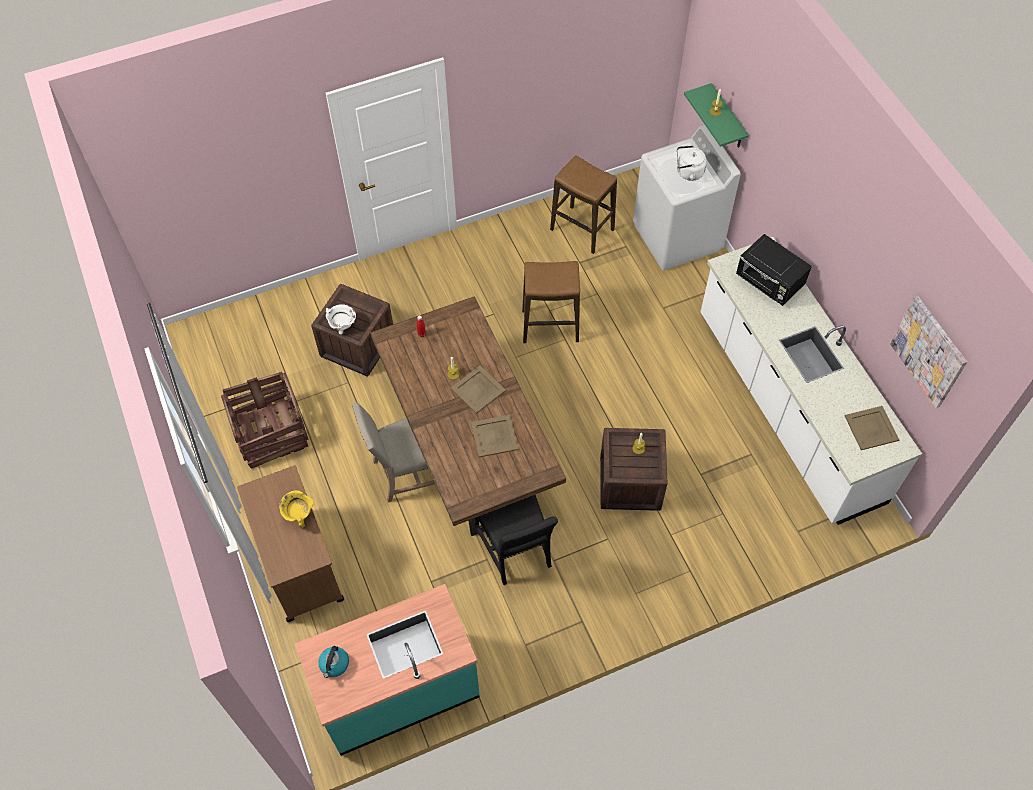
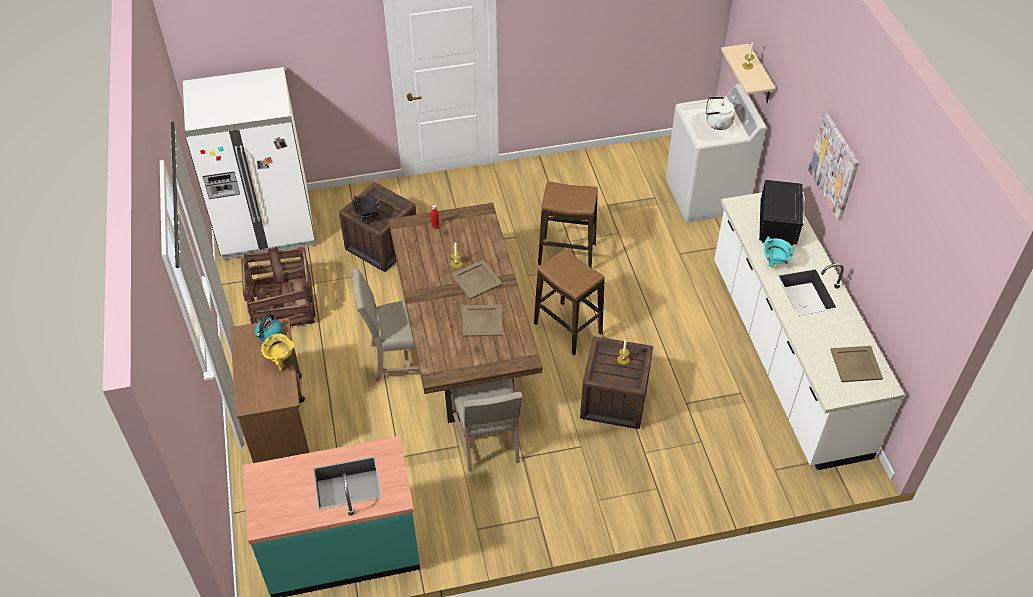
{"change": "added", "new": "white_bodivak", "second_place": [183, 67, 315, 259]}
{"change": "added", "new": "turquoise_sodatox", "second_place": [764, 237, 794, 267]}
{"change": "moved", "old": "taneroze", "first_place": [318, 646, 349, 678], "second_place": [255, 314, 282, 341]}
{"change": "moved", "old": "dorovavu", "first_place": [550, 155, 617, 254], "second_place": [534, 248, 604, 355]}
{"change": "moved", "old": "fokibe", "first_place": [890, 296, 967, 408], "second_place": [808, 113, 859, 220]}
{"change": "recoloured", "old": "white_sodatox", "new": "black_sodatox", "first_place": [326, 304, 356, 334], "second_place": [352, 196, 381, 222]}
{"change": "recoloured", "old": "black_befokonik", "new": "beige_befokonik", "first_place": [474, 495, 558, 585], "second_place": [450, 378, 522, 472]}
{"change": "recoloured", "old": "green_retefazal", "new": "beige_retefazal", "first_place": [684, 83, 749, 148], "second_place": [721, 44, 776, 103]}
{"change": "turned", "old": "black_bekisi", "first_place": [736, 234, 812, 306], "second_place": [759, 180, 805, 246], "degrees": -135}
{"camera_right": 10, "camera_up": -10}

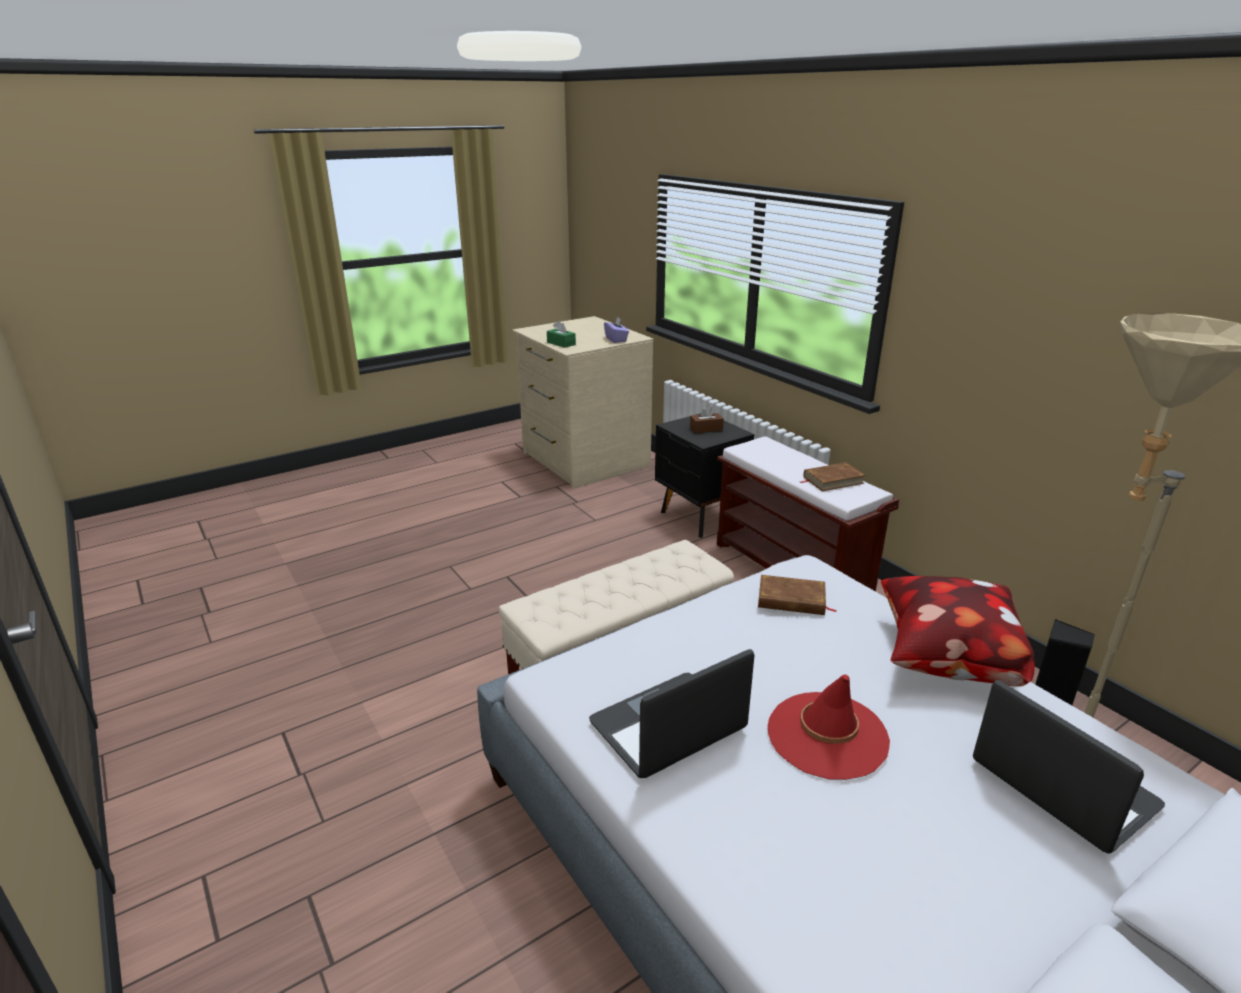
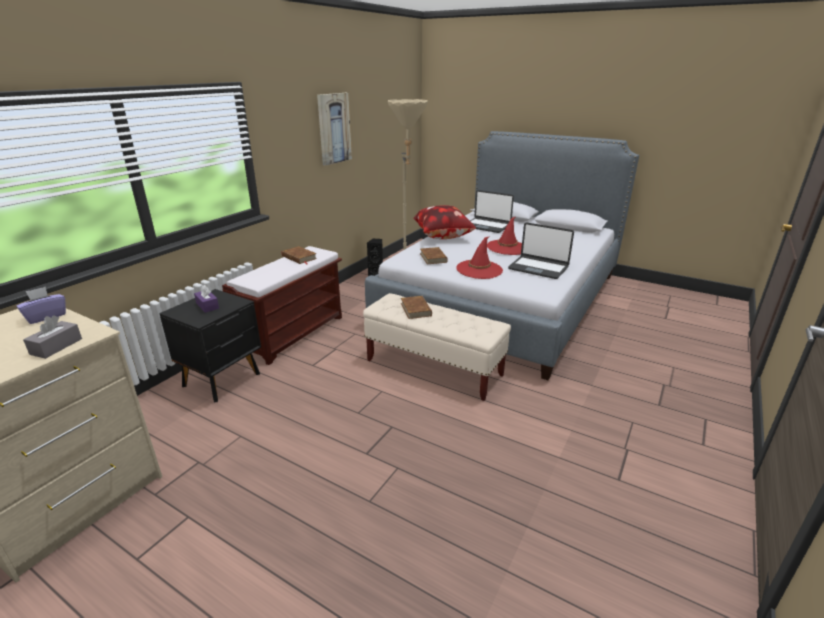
{"change": "added", "new": "fokibe", "second_place": [317, 93, 352, 166]}
{"change": "added", "new": "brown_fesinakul", "second_place": [401, 296, 432, 319]}
{"change": "added", "new": "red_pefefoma", "second_place": [457, 236, 503, 279]}
{"change": "recoloured", "old": "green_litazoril", "new": "grey_litazoril", "first_place": [547, 321, 576, 348], "second_place": [23, 316, 82, 359]}
{"change": "recoloured", "old": "brown_litazoril", "new": "purple_litazoril", "first_place": [690, 405, 724, 433], "second_place": [194, 285, 219, 313]}
{"change": "turned", "old": "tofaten", "first_place": [973, 680, 1165, 854], "second_place": [470, 190, 514, 233], "degrees": -90}
{"camera_right": -115, "camera_up": 0}

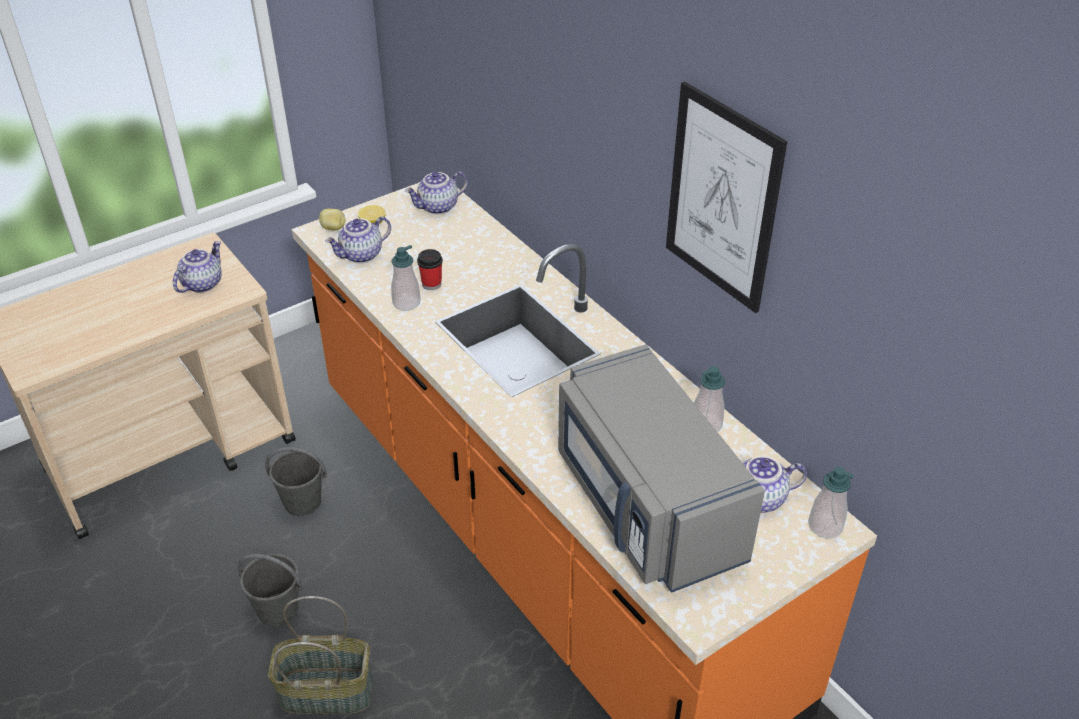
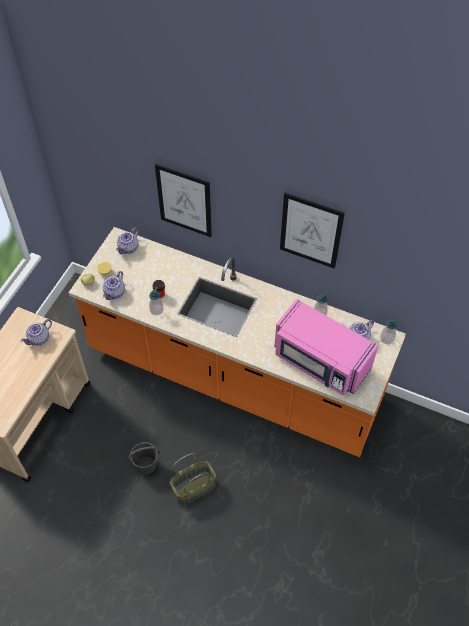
{"change": "removed", "old": "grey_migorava", "first_place": [265, 447, 327, 516]}
{"change": "added", "new": "fokibe", "second_place": [155, 164, 212, 237]}
{"change": "recoloured", "old": "grey_bekisi", "new": "pink_bekisi", "first_place": [558, 344, 765, 593], "second_place": [274, 299, 378, 396]}
{"change": "turned", "old": "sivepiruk", "first_place": [173, 241, 222, 293], "second_place": [21, 319, 52, 346], "degrees": -135}
{"camera_right": -30, "camera_up": 15}

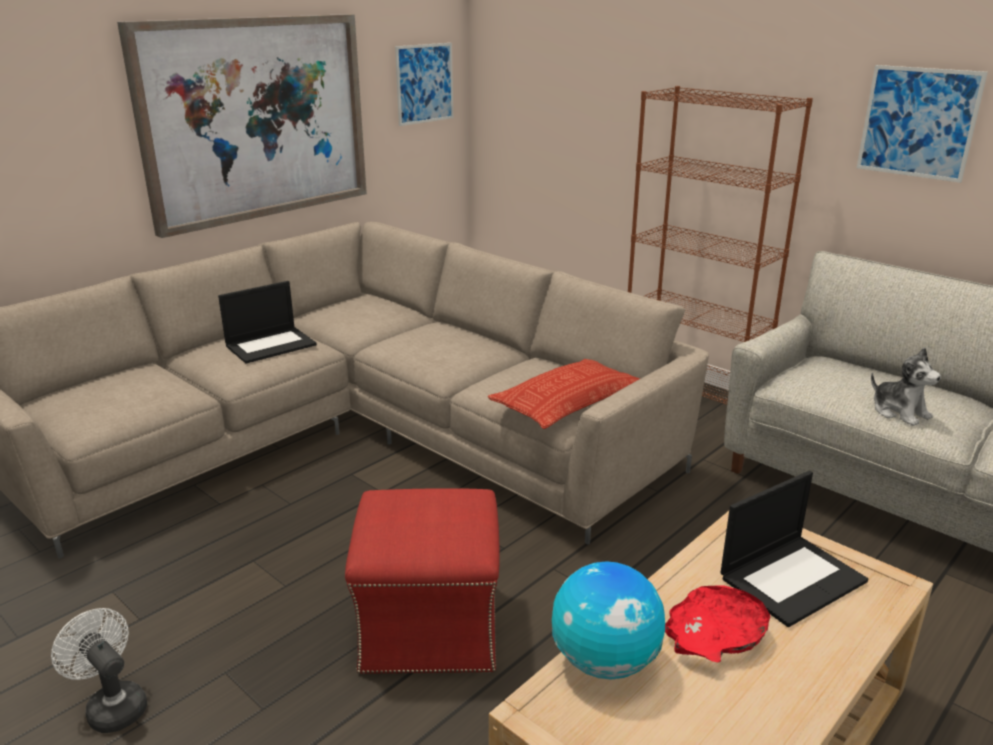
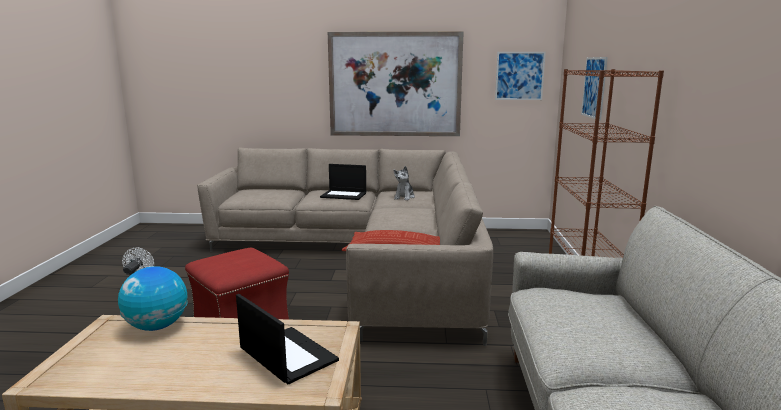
{"change": "removed", "old": "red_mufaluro", "first_place": [665, 585, 770, 663]}
{"change": "moved", "old": "fokibe", "first_place": [857, 65, 988, 183], "second_place": [581, 57, 608, 120]}
{"change": "moved", "old": "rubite", "first_place": [871, 347, 941, 426], "second_place": [393, 166, 415, 200]}
{"change": "turned", "old": "tofaten", "first_place": [720, 471, 868, 627], "second_place": [236, 294, 339, 385], "degrees": -150}
{"camera_right": 50, "camera_up": -10}

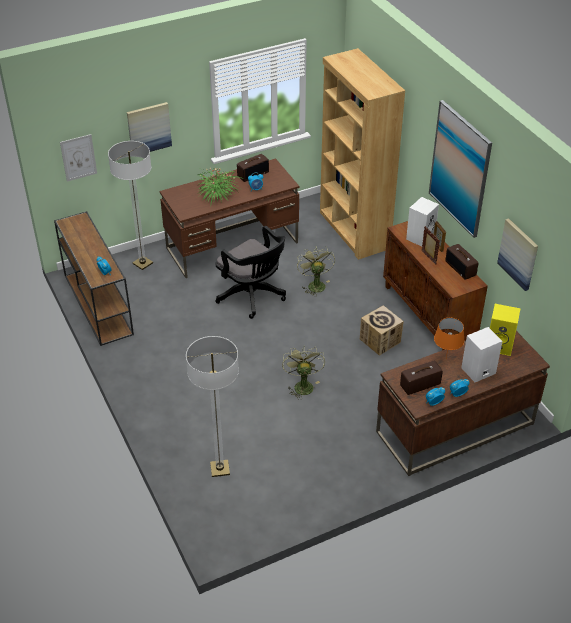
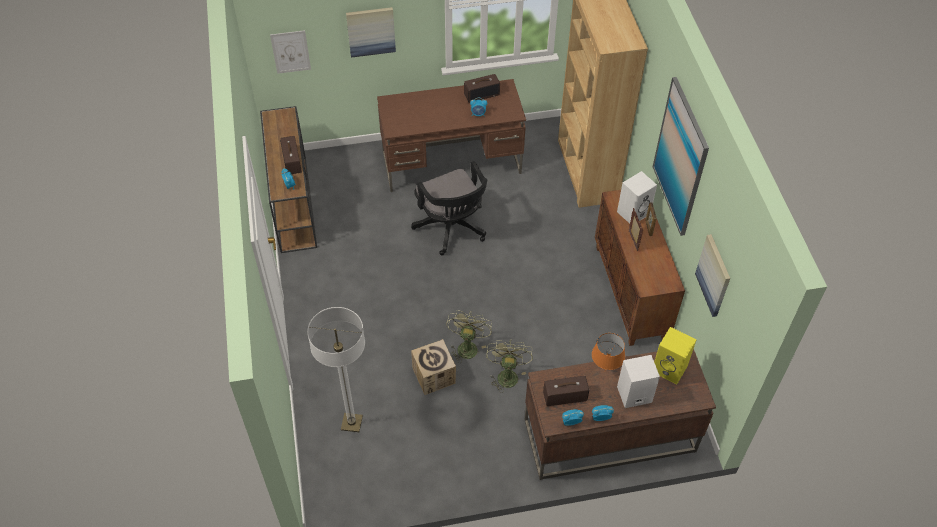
{"change": "removed", "old": "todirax", "first_place": [108, 141, 153, 270]}
{"change": "removed", "old": "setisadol", "first_place": [198, 168, 241, 204]}
{"change": "moved", "old": "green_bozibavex", "first_place": [297, 247, 335, 295], "second_place": [486, 339, 533, 393]}
{"change": "moved", "old": "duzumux", "first_place": [360, 305, 404, 356], "second_place": [411, 339, 456, 395]}
{"change": "moved", "old": "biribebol", "first_place": [445, 244, 478, 280], "second_place": [280, 136, 302, 174]}
{"camera_right": 15, "camera_up": 10}

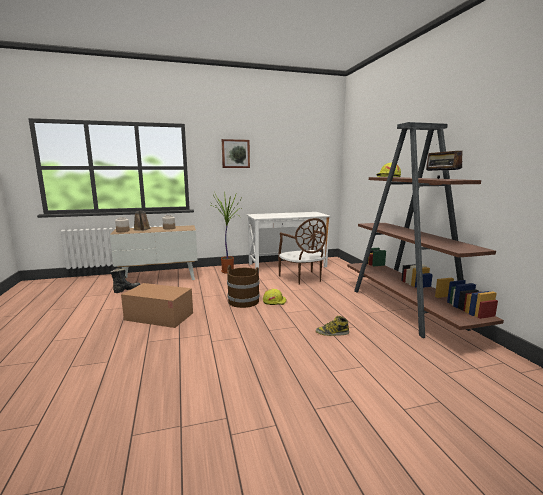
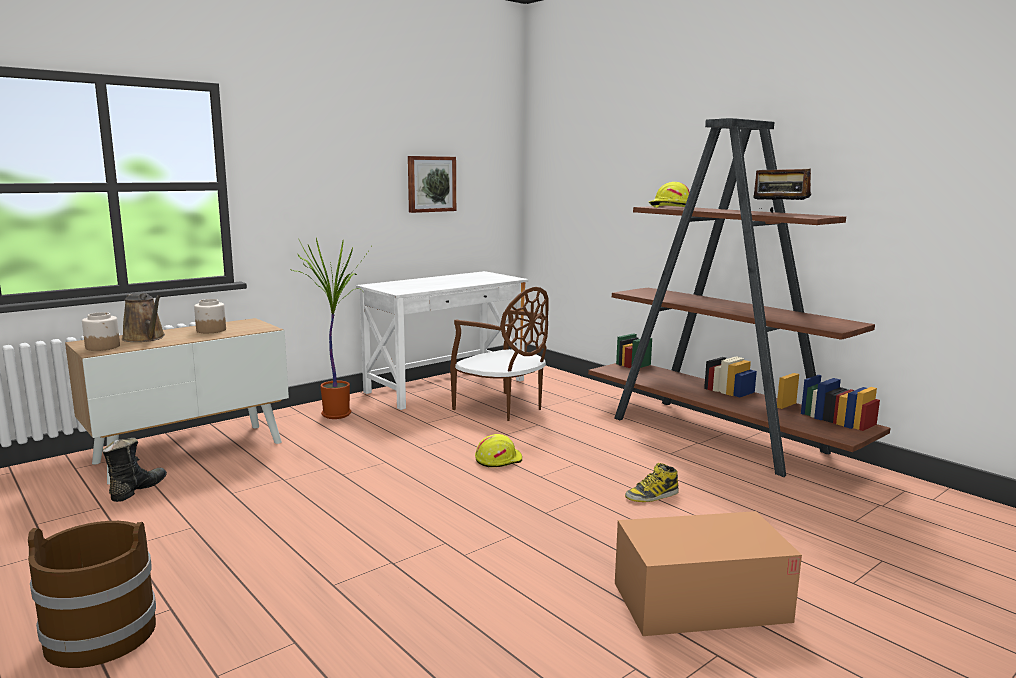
{"change": "moved", "old": "duzumux", "first_place": [121, 283, 193, 328], "second_place": [615, 511, 802, 636]}
{"change": "moved", "old": "fokibe", "first_place": [222, 139, 250, 168], "second_place": [408, 156, 456, 213]}
{"change": "moved", "old": "brown_migorava", "first_place": [227, 265, 260, 308], "second_place": [28, 521, 156, 668]}
{"camera_right": -25, "camera_up": 0}

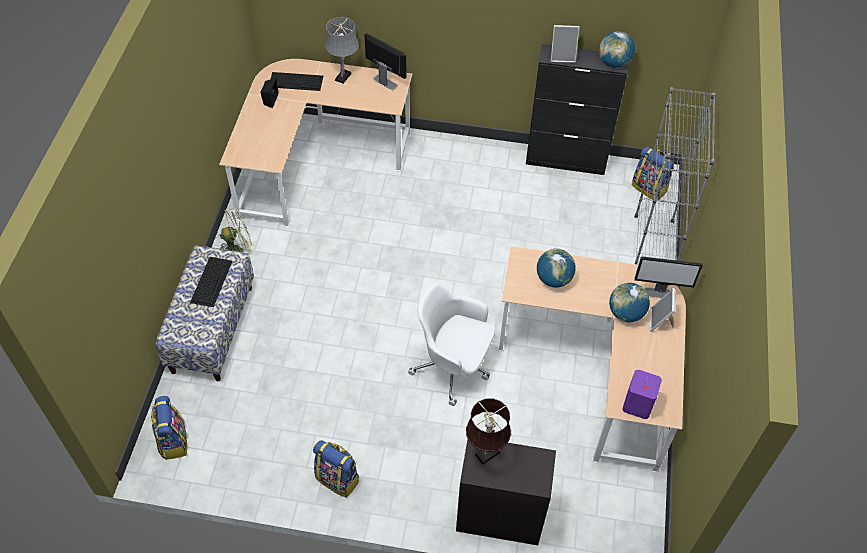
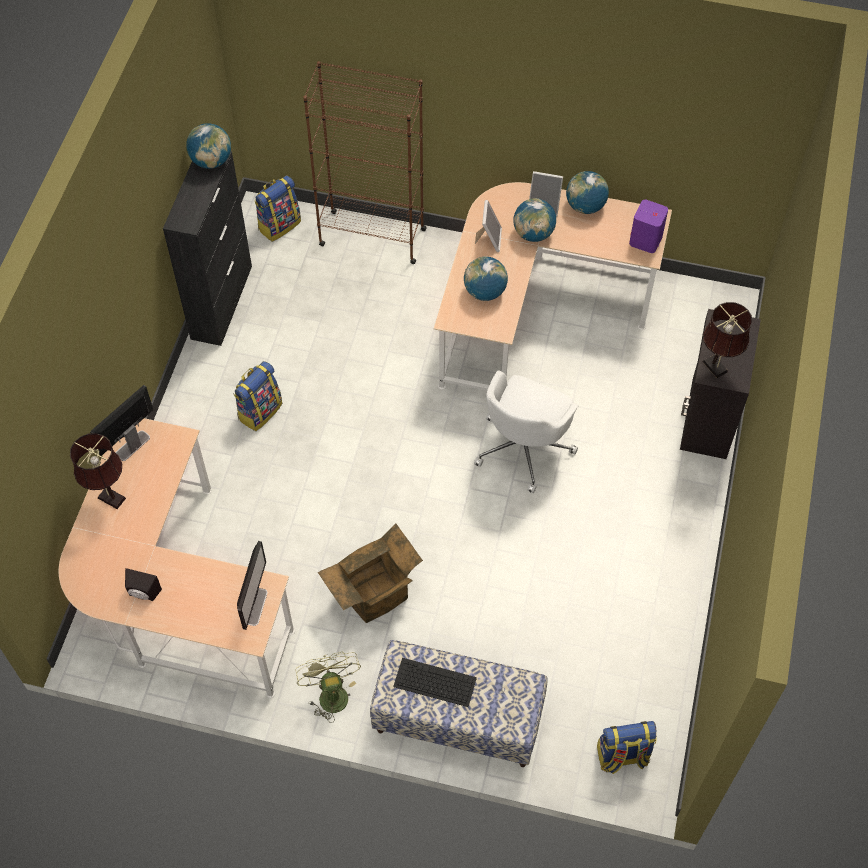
{"change": "removed", "old": "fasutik", "first_place": [271, 72, 323, 91]}
{"change": "added", "new": "duzumux", "second_place": [318, 523, 423, 623]}
{"change": "added", "new": "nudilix", "second_place": [566, 171, 609, 214]}
{"change": "moved", "old": "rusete", "first_place": [313, 440, 359, 498], "second_place": [234, 361, 282, 431]}
{"change": "moved", "old": "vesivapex", "first_place": [551, 25, 580, 63], "second_place": [475, 200, 502, 252]}
{"change": "moved", "old": "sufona", "first_place": [635, 256, 702, 299], "second_place": [237, 541, 268, 630]}
{"change": "recoloured", "old": "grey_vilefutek", "new": "brown_vilefutek", "first_place": [325, 17, 359, 84], "second_place": [70, 433, 126, 509]}
{"change": "recoloured", "old": "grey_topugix", "new": "brown_topugix", "first_place": [635, 87, 715, 264], "second_place": [303, 61, 427, 264]}
{"camera_right": -85, "camera_up": 5}

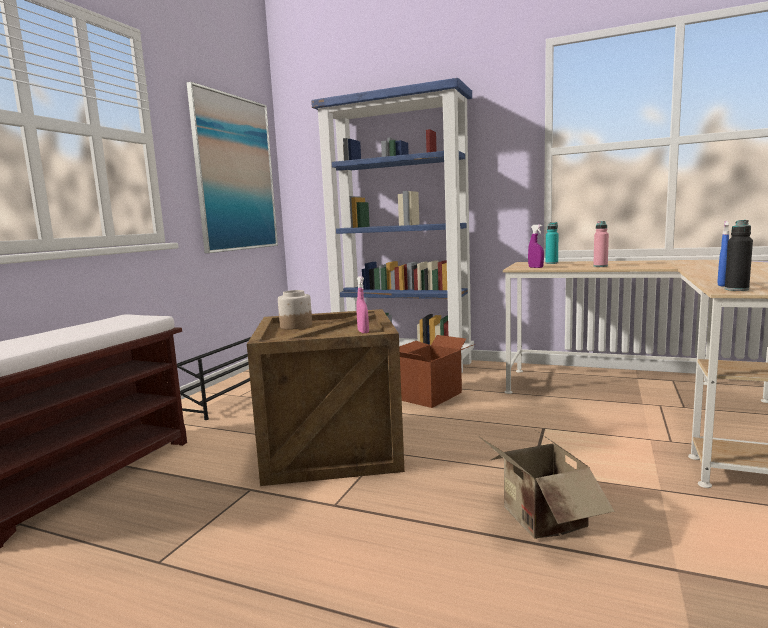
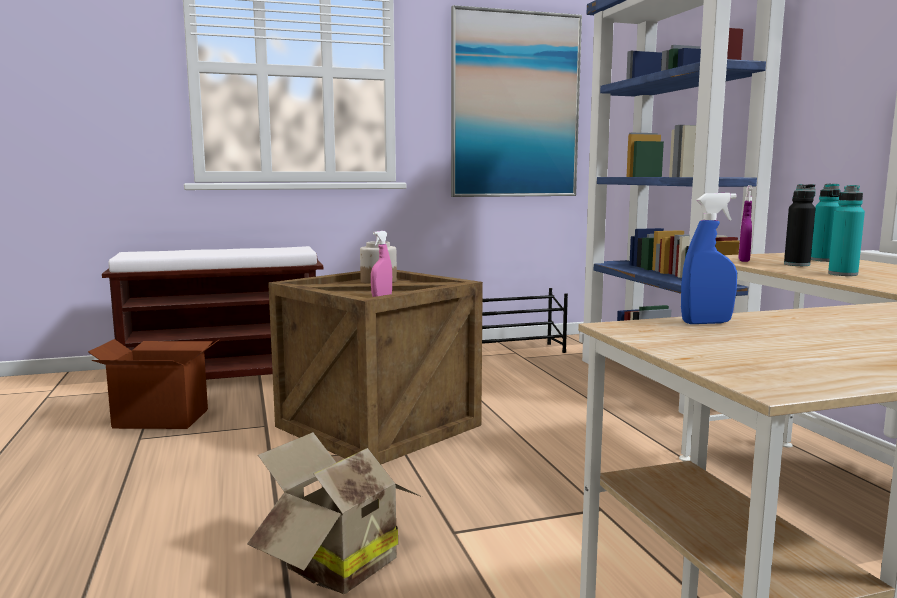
{"change": "moved", "old": "duzumux", "first_place": [399, 335, 475, 408], "second_place": [88, 339, 219, 429]}
{"change": "moved", "old": "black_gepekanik", "first_place": [725, 220, 753, 291], "second_place": [784, 184, 816, 266]}
{"change": "recoloured", "old": "pink_gepekanik", "new": "turquoise_gepekanik", "first_place": [593, 221, 609, 267], "second_place": [828, 185, 865, 276]}
{"camera_right": 50, "camera_up": 0}

